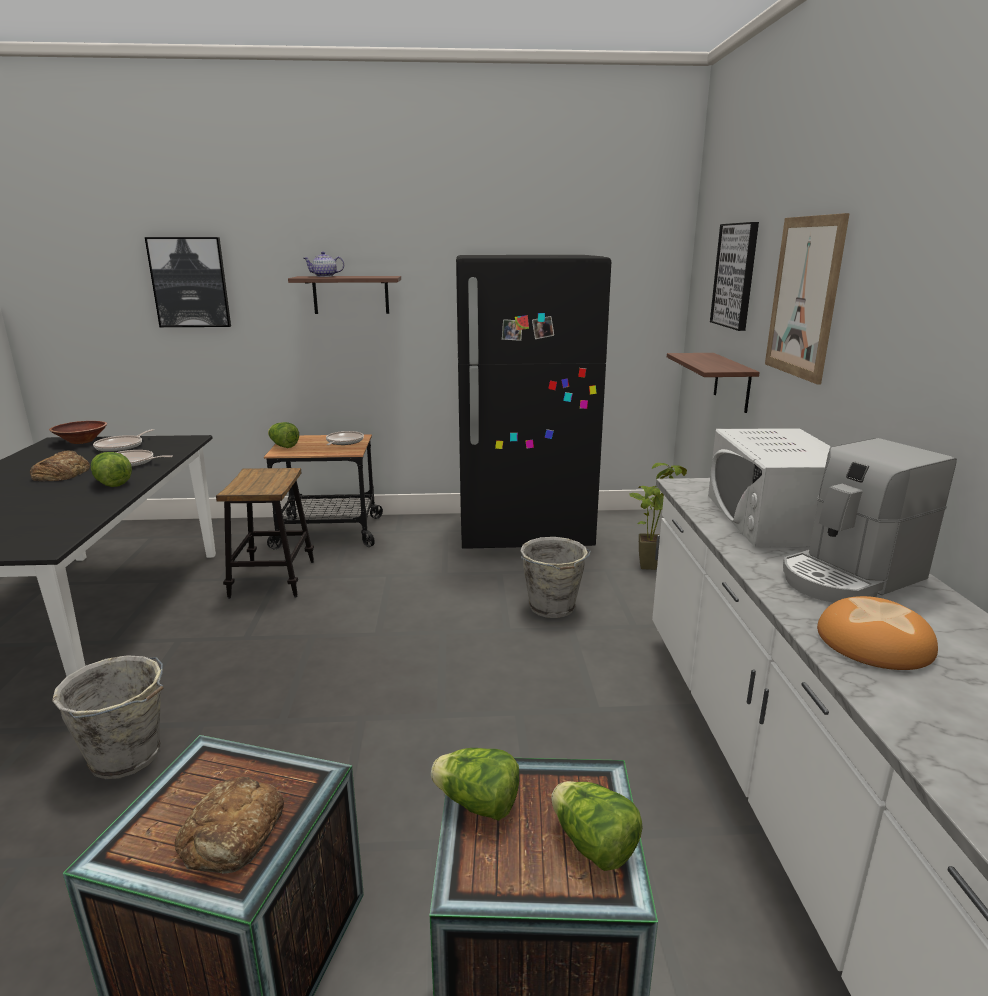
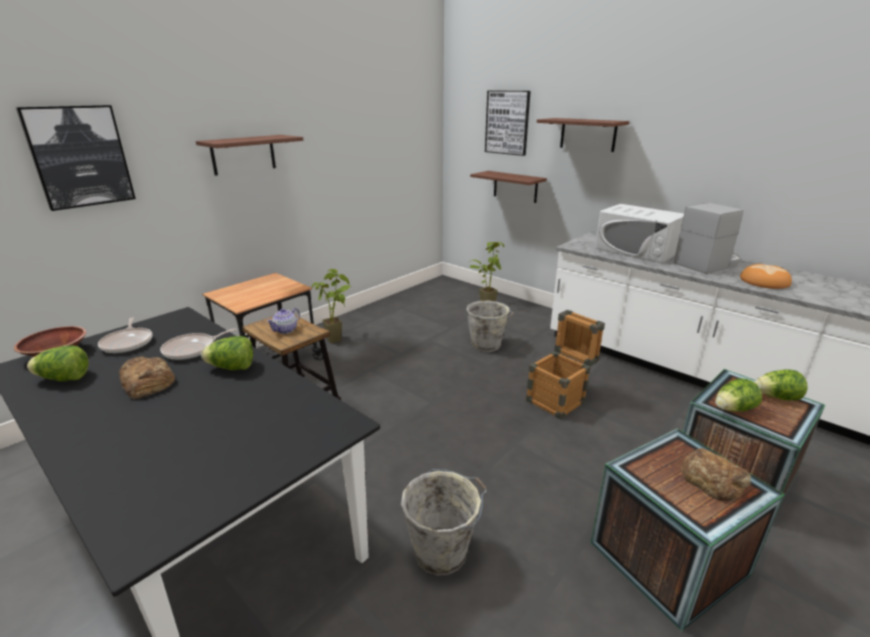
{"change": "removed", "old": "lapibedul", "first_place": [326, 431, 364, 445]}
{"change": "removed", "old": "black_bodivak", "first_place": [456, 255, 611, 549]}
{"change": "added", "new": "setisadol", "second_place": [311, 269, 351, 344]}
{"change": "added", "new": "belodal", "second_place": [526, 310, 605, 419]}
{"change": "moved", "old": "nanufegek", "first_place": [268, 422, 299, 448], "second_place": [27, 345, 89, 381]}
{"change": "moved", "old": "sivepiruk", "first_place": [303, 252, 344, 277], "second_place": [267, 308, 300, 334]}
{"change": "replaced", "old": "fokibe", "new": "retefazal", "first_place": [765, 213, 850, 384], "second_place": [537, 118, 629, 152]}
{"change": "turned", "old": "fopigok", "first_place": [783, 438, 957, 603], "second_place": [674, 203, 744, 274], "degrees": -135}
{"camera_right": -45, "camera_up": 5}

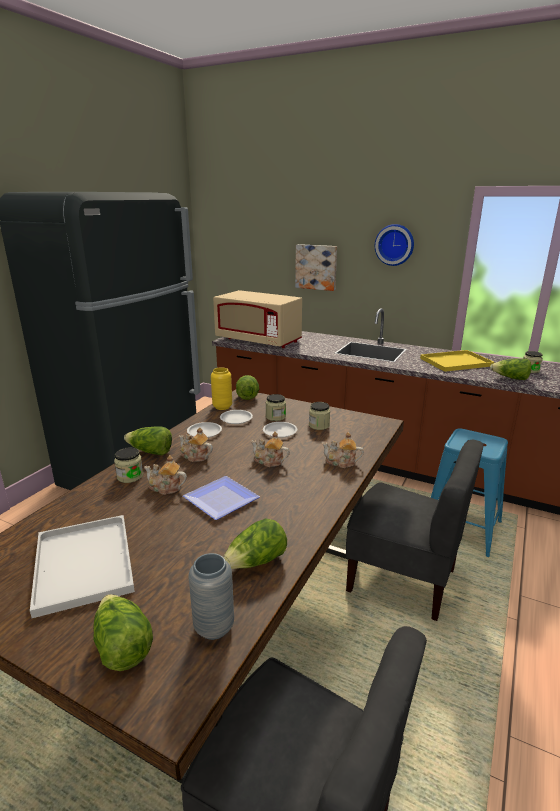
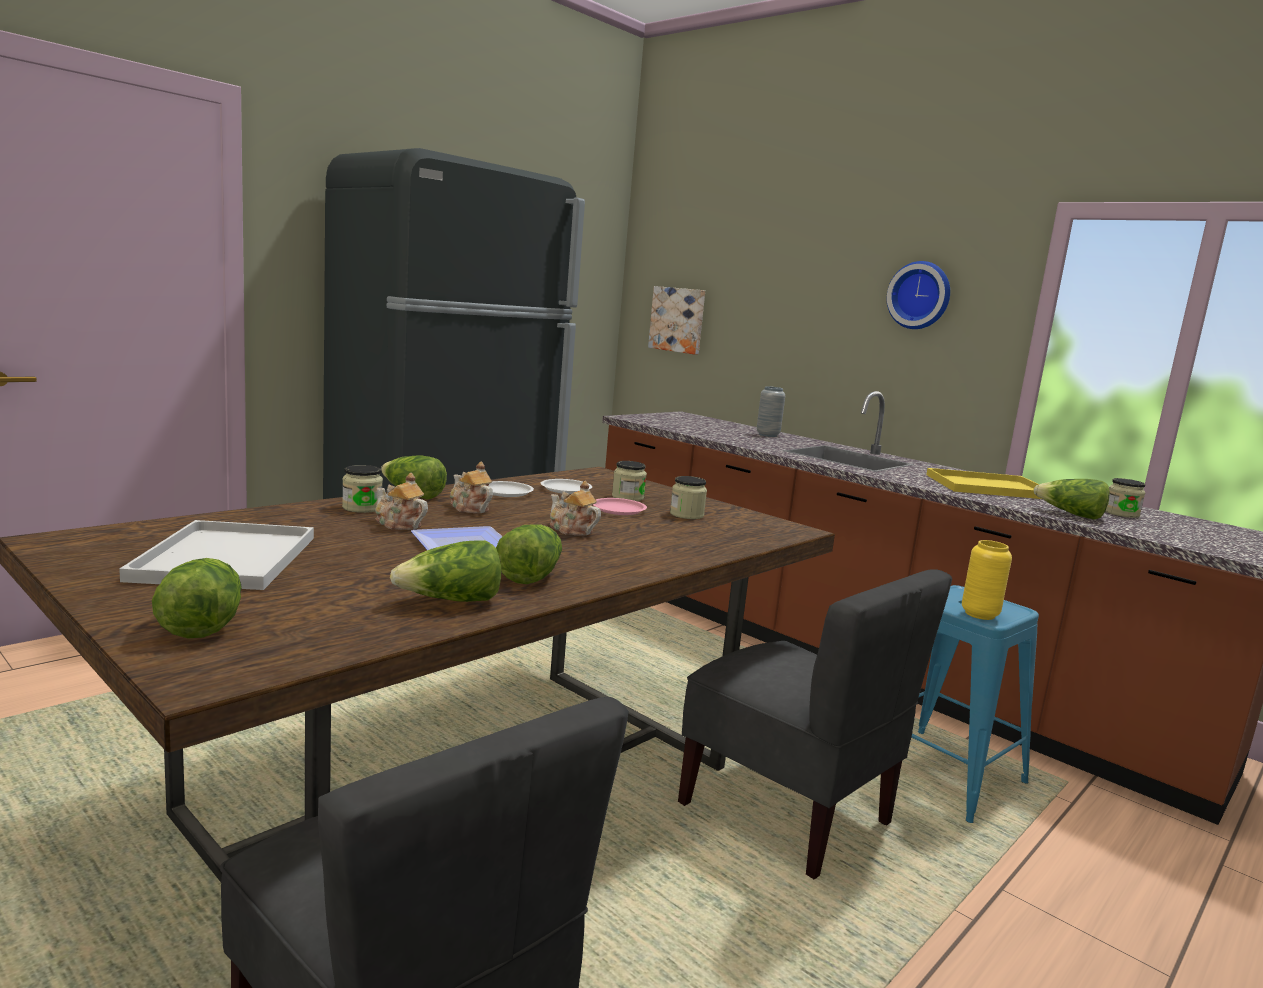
{"change": "removed", "old": "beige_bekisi", "first_place": [213, 290, 302, 348]}
{"change": "removed", "old": "sivepiruk", "first_place": [322, 432, 364, 468]}
{"change": "moved", "old": "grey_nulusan", "first_place": [189, 553, 234, 640], "second_place": [757, 386, 785, 437]}
{"change": "moved", "old": "yellow_nulusan", "first_place": [211, 367, 232, 410], "second_place": [962, 540, 1012, 620]}
{"change": "moved", "old": "nanufegek", "first_place": [236, 375, 259, 400], "second_place": [496, 524, 562, 584]}
{"change": "moved", "old": "fokibe", "first_place": [295, 244, 337, 291], "second_place": [648, 286, 705, 354]}
{"change": "recoloured", "old": "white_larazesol", "new": "pink_larazesol", "first_place": [263, 422, 297, 438], "second_place": [593, 498, 647, 515]}
{"camera_right": 15, "camera_up": -10}

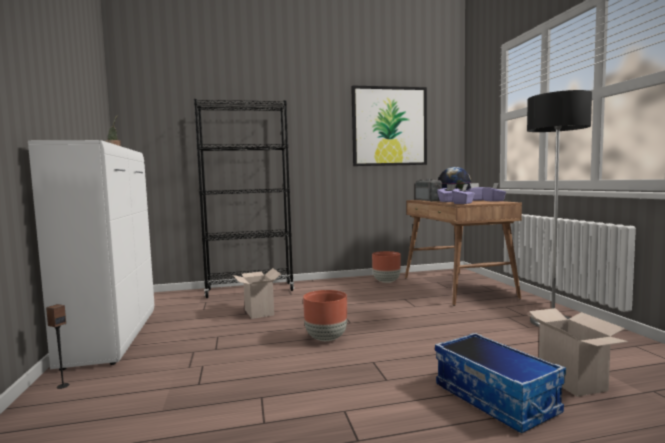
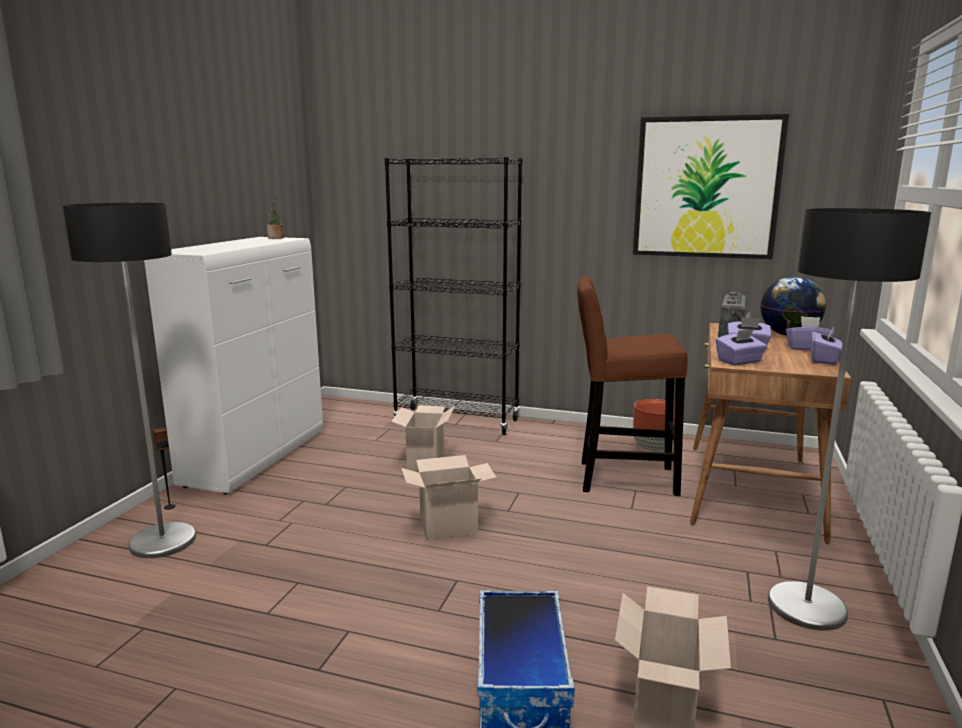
{"change": "added", "new": "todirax", "second_place": [63, 203, 196, 558]}
{"change": "added", "new": "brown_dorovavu", "second_place": [577, 276, 688, 496]}
{"change": "replaced", "old": "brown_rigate", "new": "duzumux", "first_place": [303, 290, 347, 341], "second_place": [401, 455, 497, 540]}
{"camera_right": 30, "camera_up": 10}

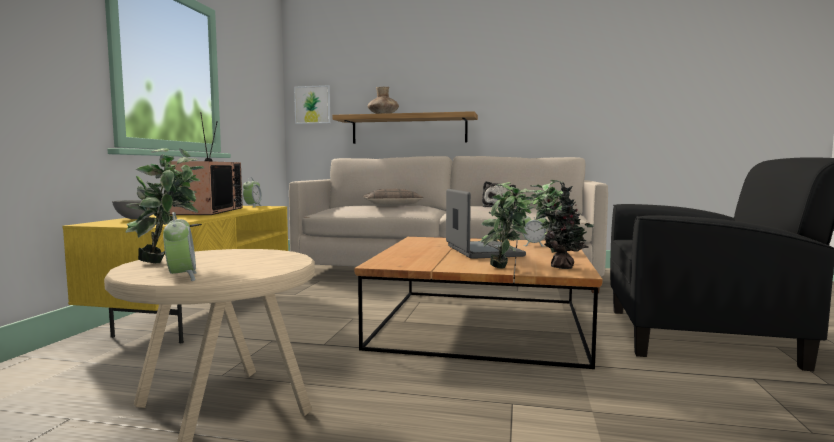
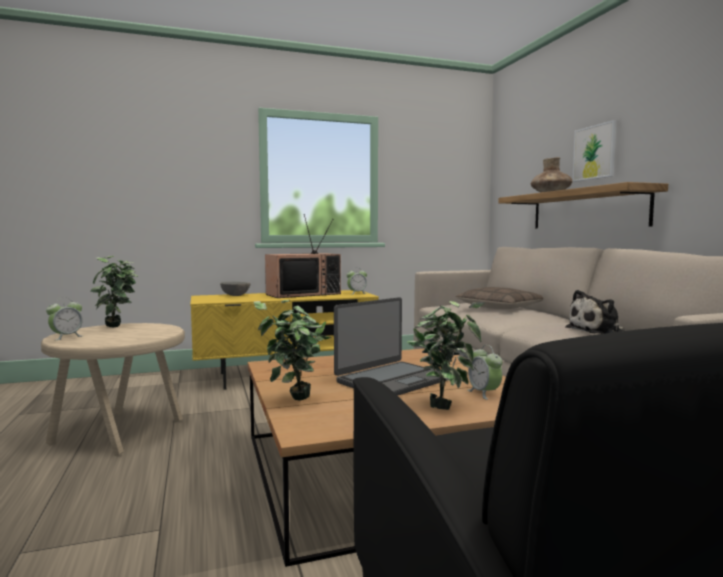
{"change": "removed", "old": "setisadol", "first_place": [540, 182, 594, 269]}
{"change": "moved", "old": "fokibe", "first_place": [294, 85, 330, 124], "second_place": [572, 120, 617, 182]}
{"camera_right": 60, "camera_up": 0}

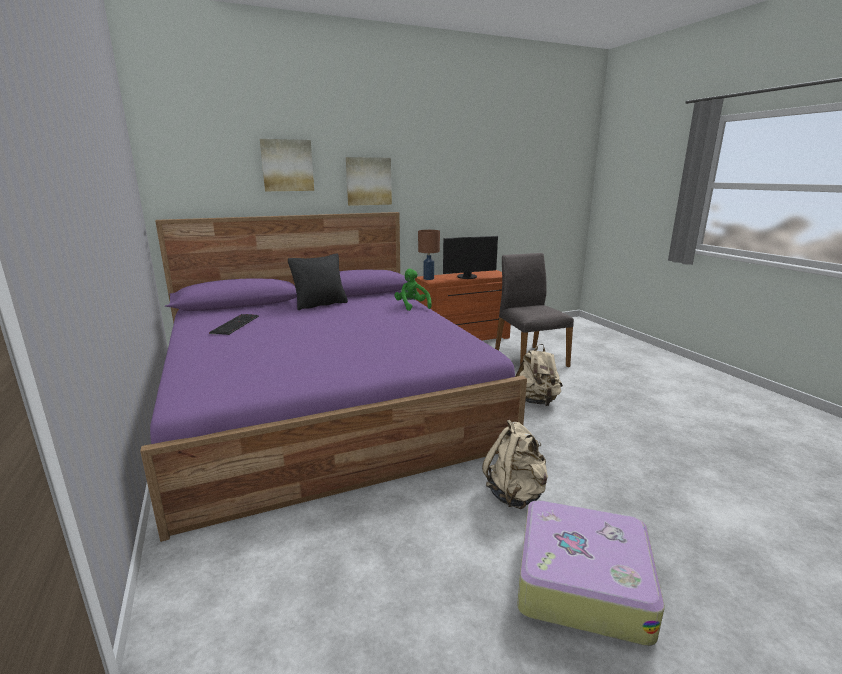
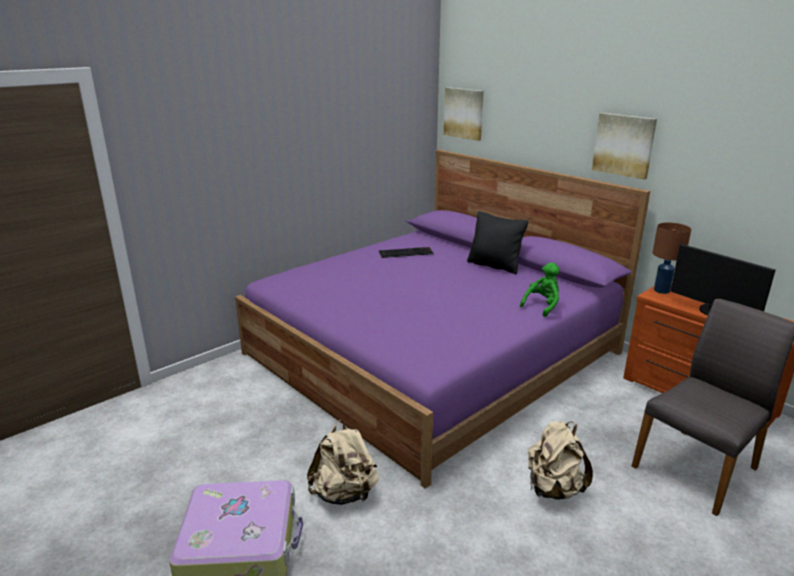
{"change": "moved", "old": "fokibe", "first_place": [260, 139, 314, 191], "second_place": [444, 87, 484, 141]}
{"camera_right": 70, "camera_up": 5}

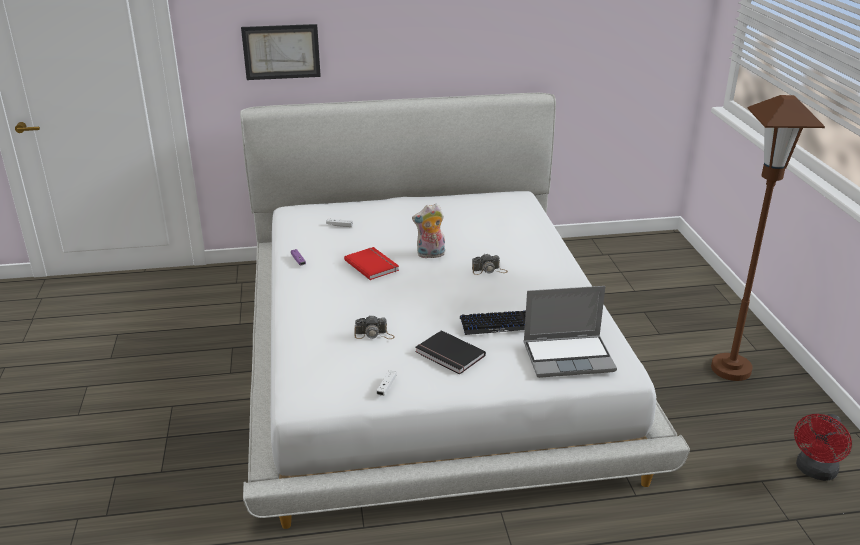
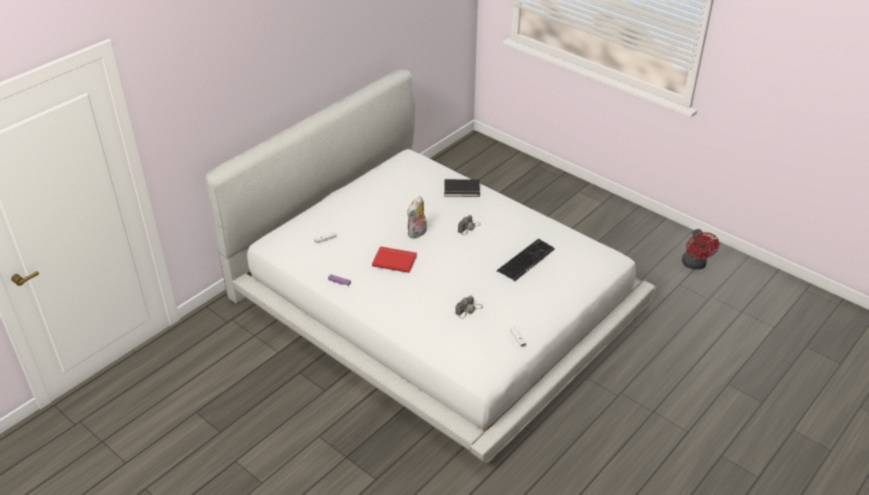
{"change": "removed", "old": "fokibe", "first_place": [241, 24, 321, 80]}
{"change": "removed", "old": "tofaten", "first_place": [523, 286, 617, 378]}
{"change": "removed", "old": "brown_todirax", "first_place": [711, 95, 825, 381]}
{"change": "moved", "old": "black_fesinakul", "first_place": [415, 330, 486, 374], "second_place": [444, 179, 480, 197]}
{"camera_right": -40, "camera_up": 10}

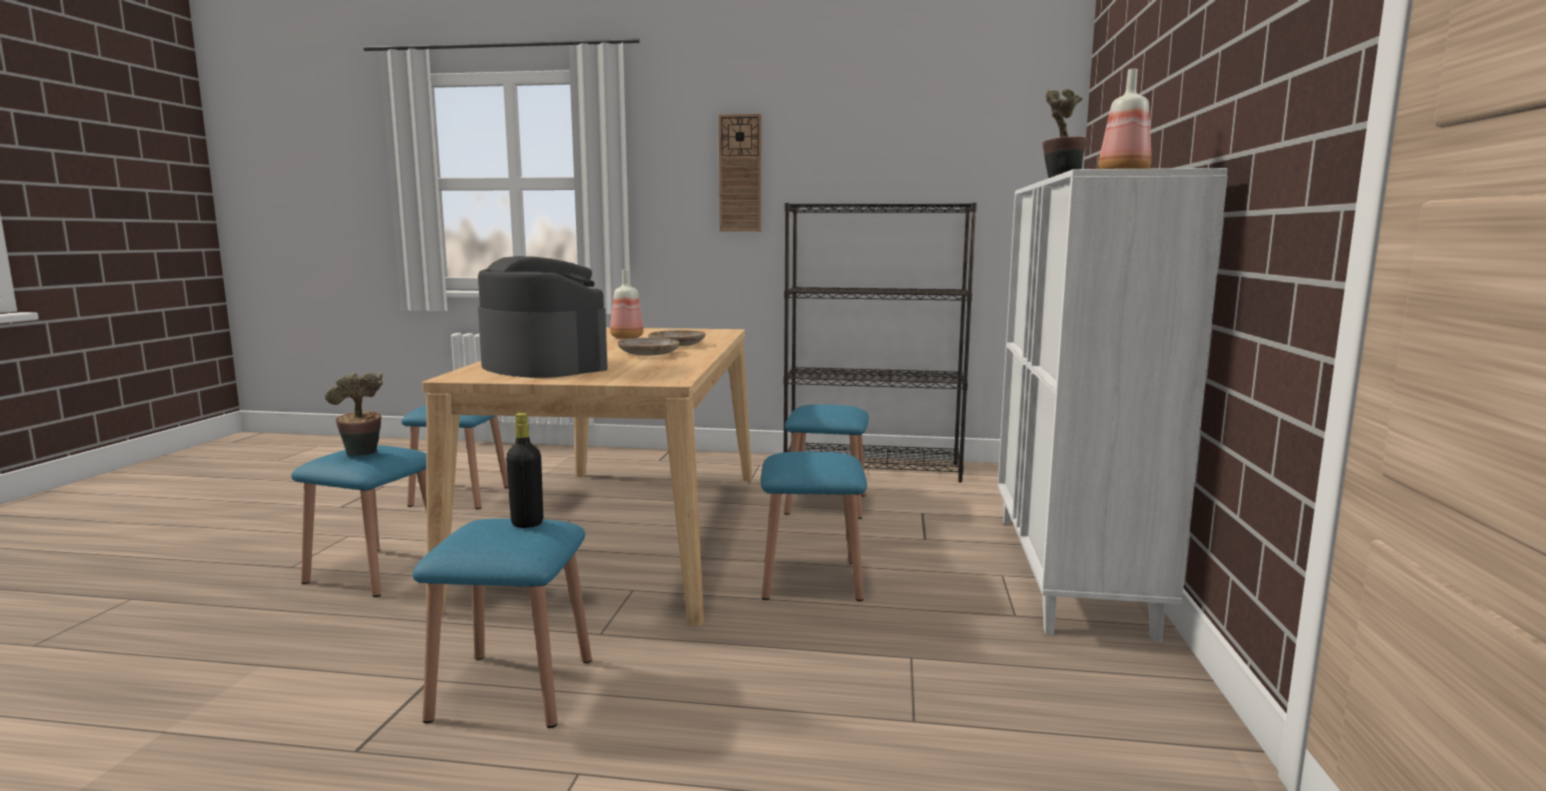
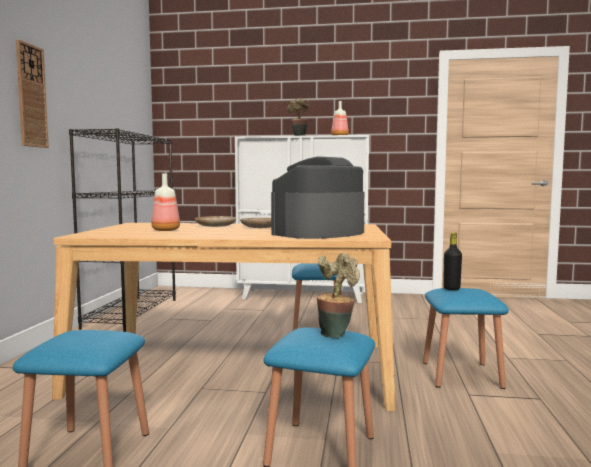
{"change": "removed", "old": "blue_dorovavu", "first_place": [784, 404, 869, 519]}
{"camera_right": -90, "camera_up": -5}

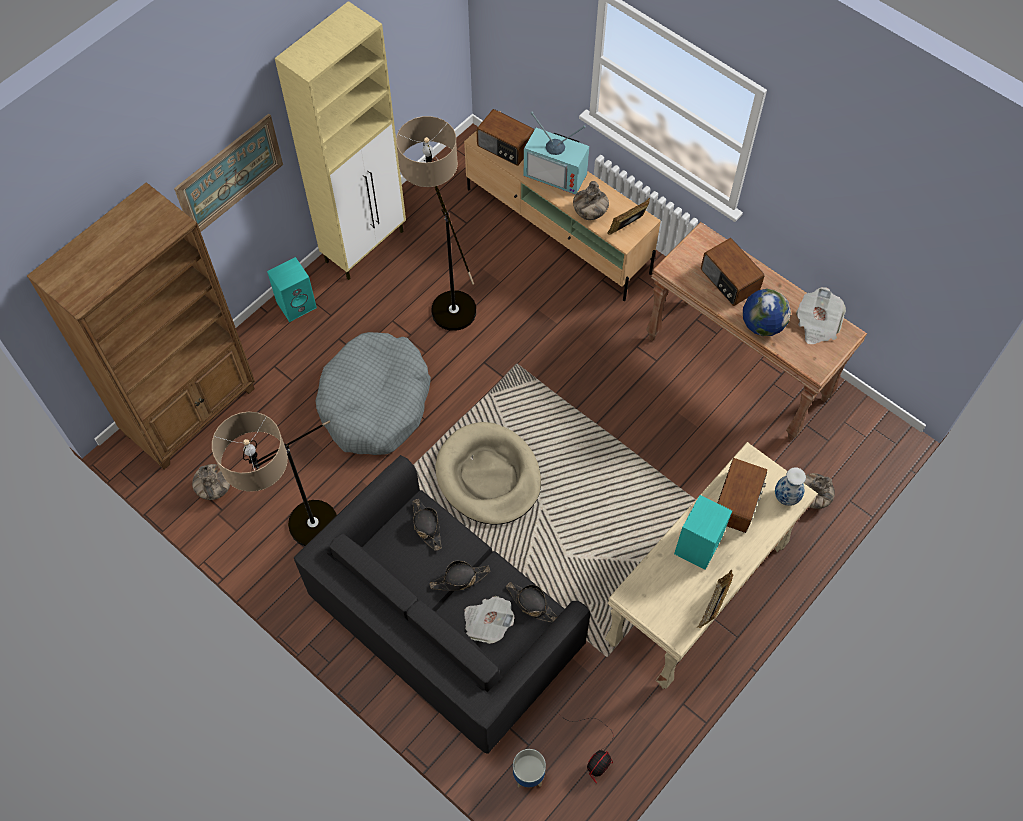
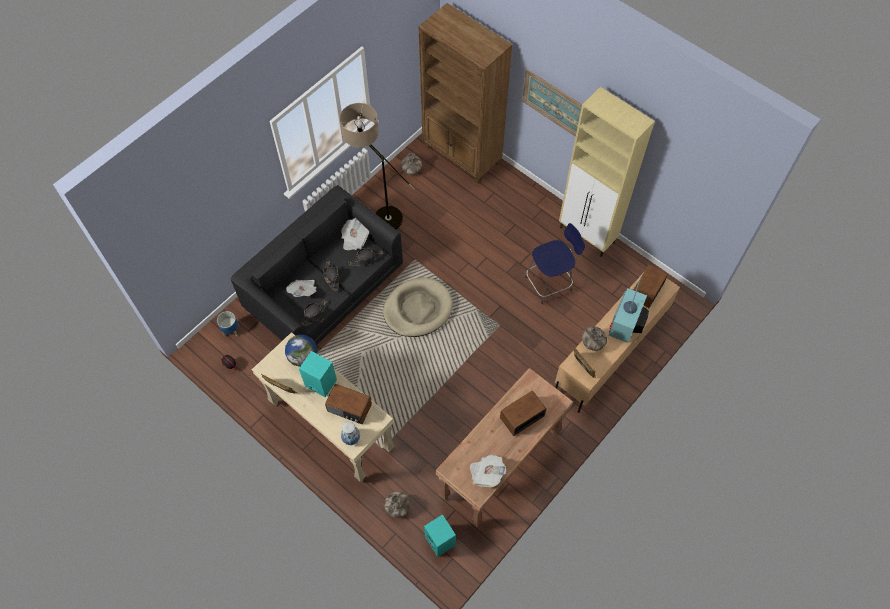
{"change": "removed", "old": "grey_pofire", "first_place": [316, 332, 431, 455]}
{"change": "added", "new": "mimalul", "second_place": [341, 218, 369, 250]}
{"change": "moved", "old": "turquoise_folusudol", "first_place": [267, 257, 317, 322], "second_place": [424, 514, 456, 557]}
{"change": "moved", "old": "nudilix", "first_place": [743, 289, 791, 336], "second_place": [285, 335, 317, 367]}
{"change": "replaced", "old": "todirax", "new": "blue_dorovavu", "first_place": [396, 116, 476, 331], "second_place": [525, 223, 585, 304]}
{"camera_right": 90, "camera_up": 0}

